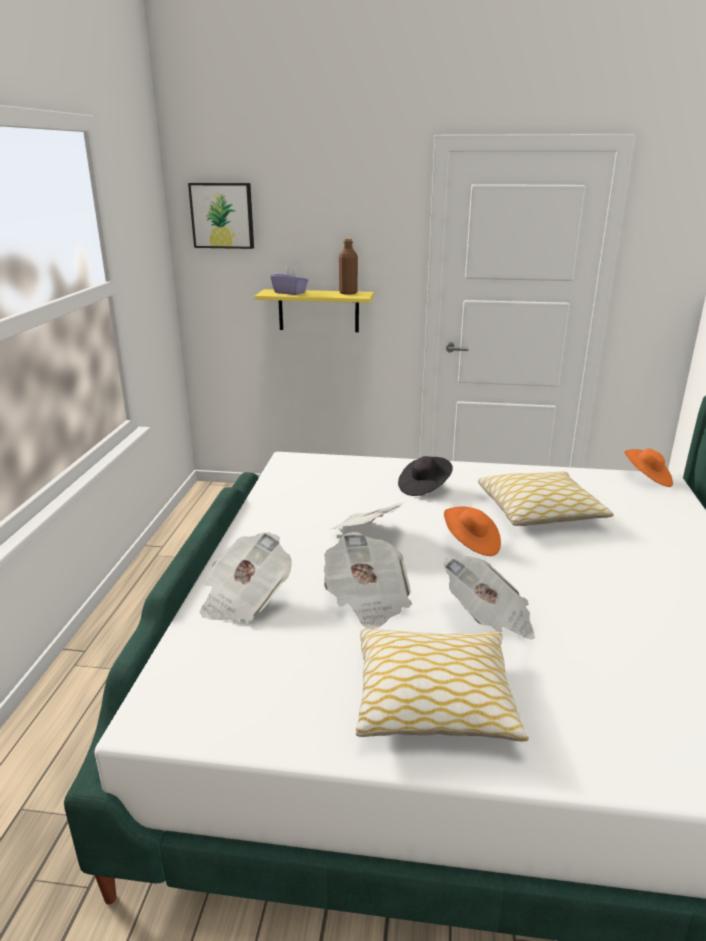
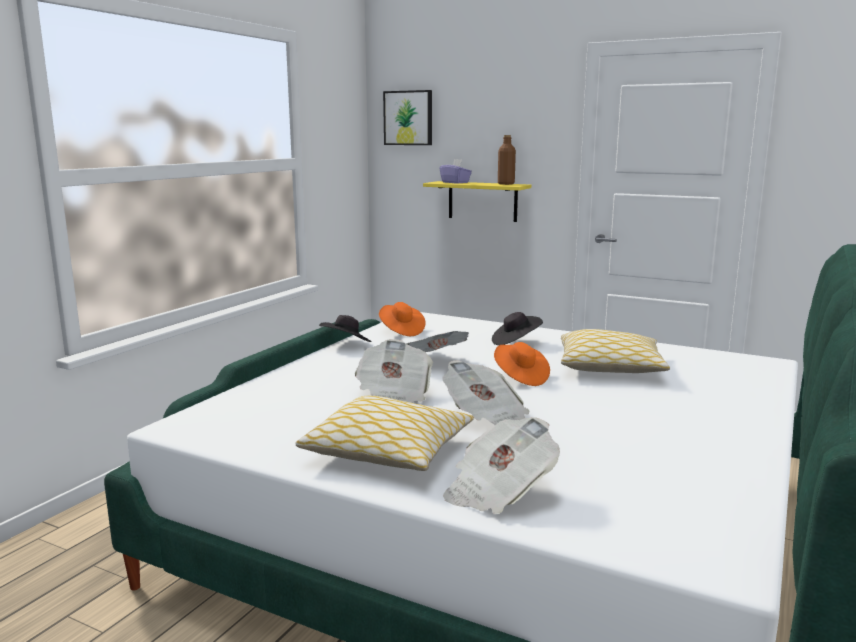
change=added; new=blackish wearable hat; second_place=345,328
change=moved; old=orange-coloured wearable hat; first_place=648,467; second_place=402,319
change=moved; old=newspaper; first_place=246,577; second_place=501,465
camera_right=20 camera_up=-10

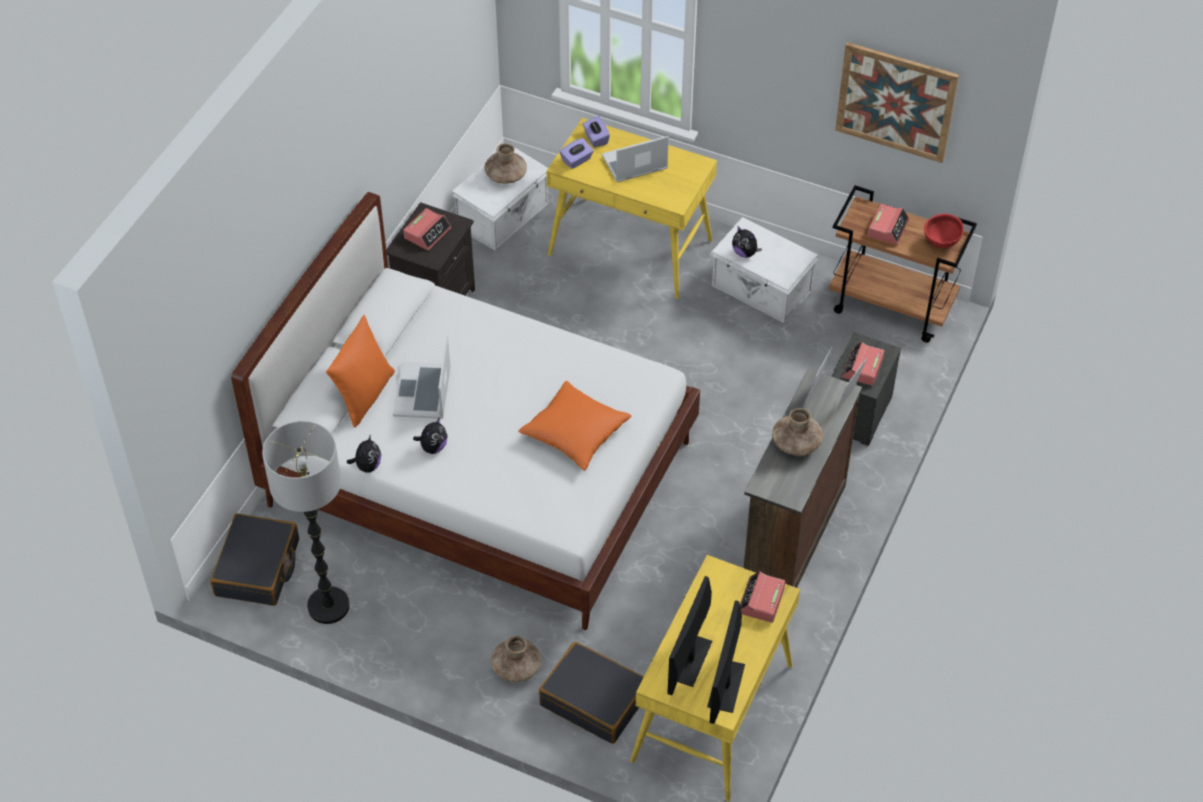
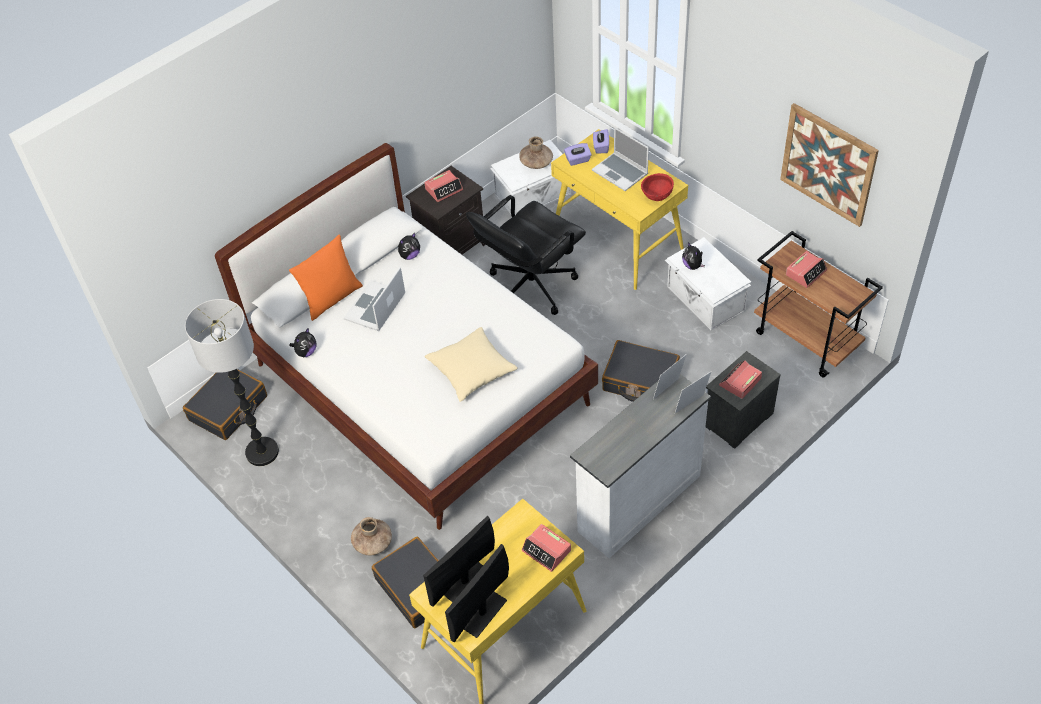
change=moved; old=cuddly toy; first_place=430,436; second_place=409,246
change=recoloured; old=orange-coloured throw pillow; new=beige throw pillow; first_place=574,426; second_place=471,364
change=added; new=blackish desk chair; second_place=526,255
change=turned; old=table clock; first_place=762,597; second_place=546,548; degrees=-90
change=recoloured; old=brown-coloured chest of drawers; new=white chest of drawers; first_place=803,478; second_place=640,466
change=turned; old=laptop; first_place=635,159; second_place=620,159; degrees=-135
change=added; new=blackish travel case; second_place=641,371
change=moved; old=reddish deep dish; first_place=944,230; second_place=657,187
change=removed; old=brown-coloured flower vase; first_place=797,432
camera_right=25 camera_up=0

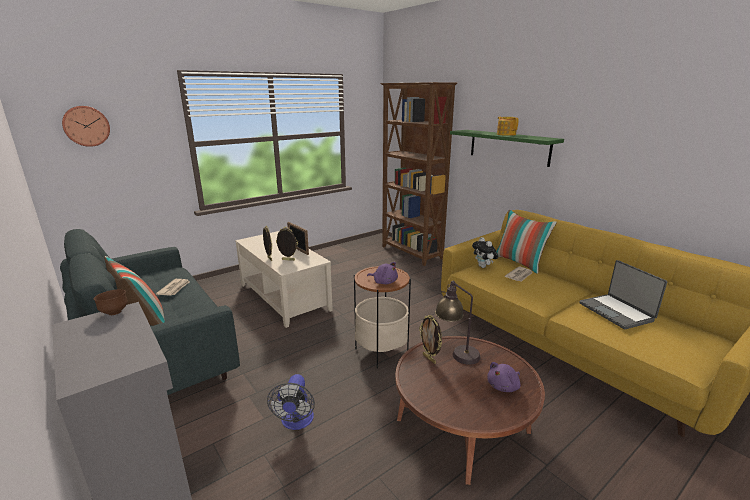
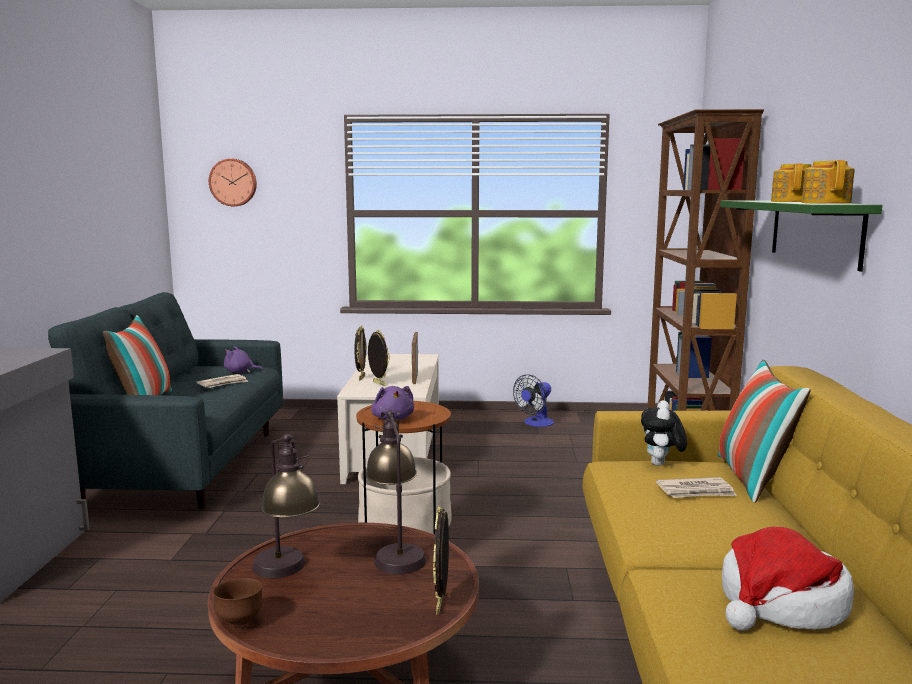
change=moved; old=brown-coloured deep dish; first_place=111,302; second_place=238,602
change=moved; old=purple-coloured cuddly toy; first_place=504,377; second_place=243,359
change=added; new=table lamp; second_place=286,505
change=moved; old=picture frame; first_place=430,339; second_place=441,560
change=moved; old=electric fan; first_place=291,402; second_place=533,400
change=replaced; old=laptop; new=wearable hat; first_place=623,294; second_place=788,579
change=added; new=tea pot; second_place=828,182
camera_right=40 camera_up=-10

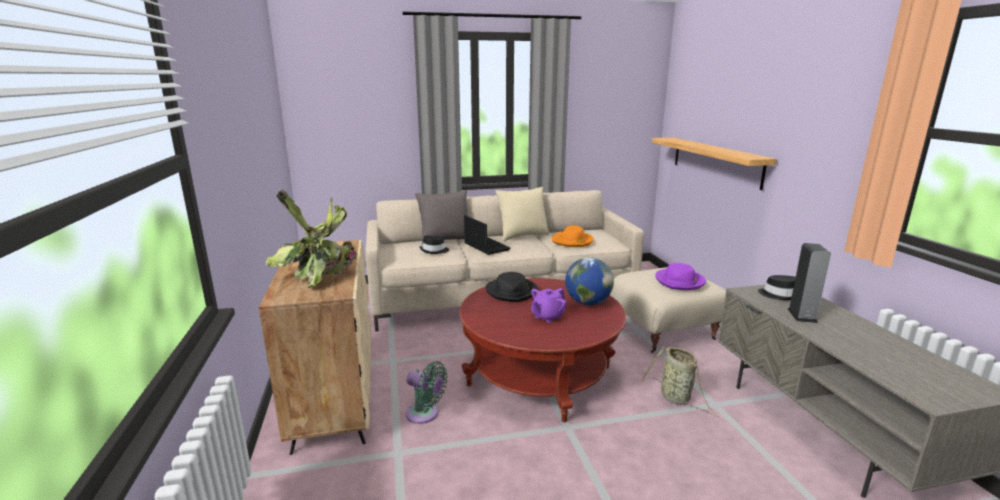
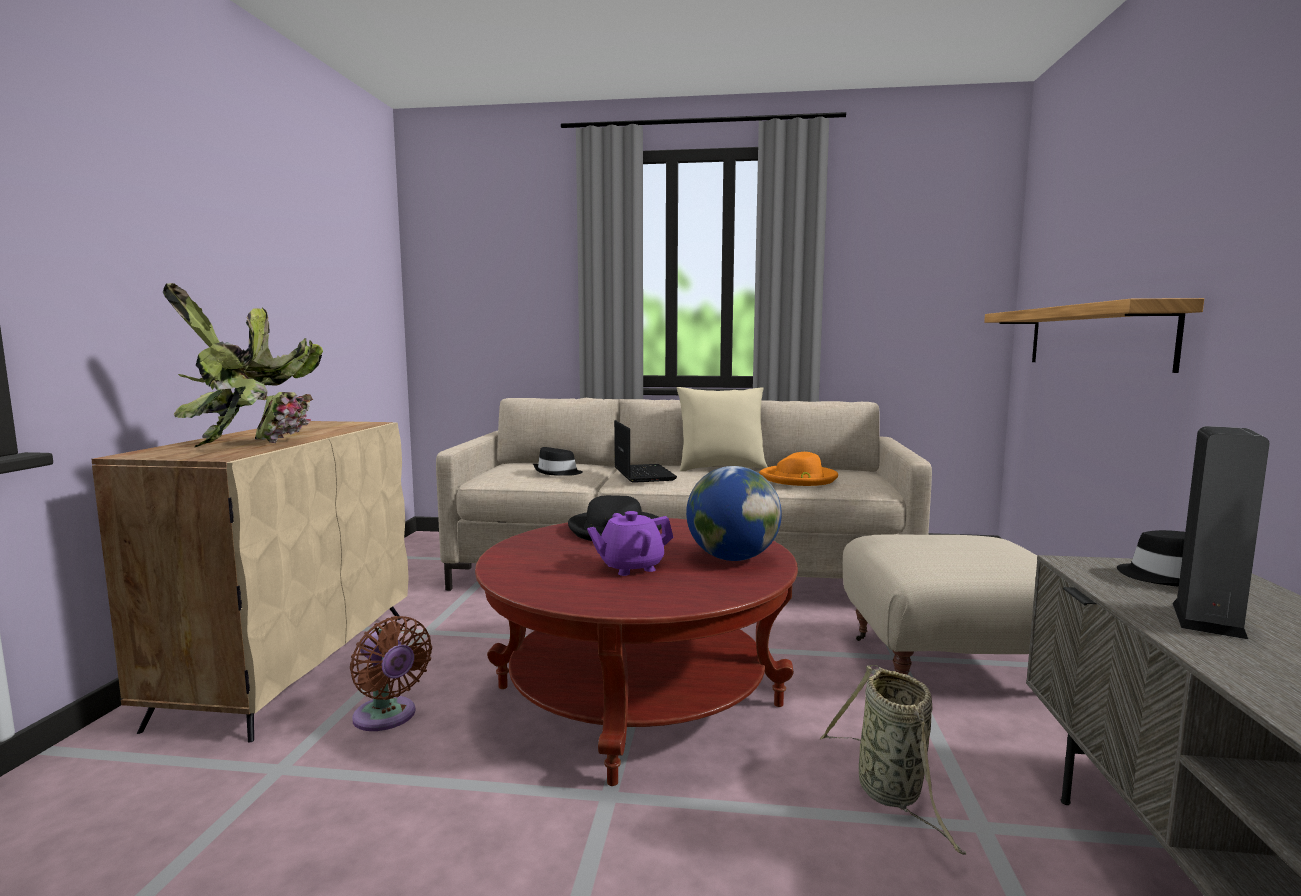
change=recoloured; old=green-coloured electric fan; new=brown-coloured electric fan; first_place=426,392; second_place=391,673
change=removed; old=gray throw pillow; first_place=441,218
change=removed; old=purple-coloured wearable hat; first_place=680,276
camera_right=20 camera_up=-10

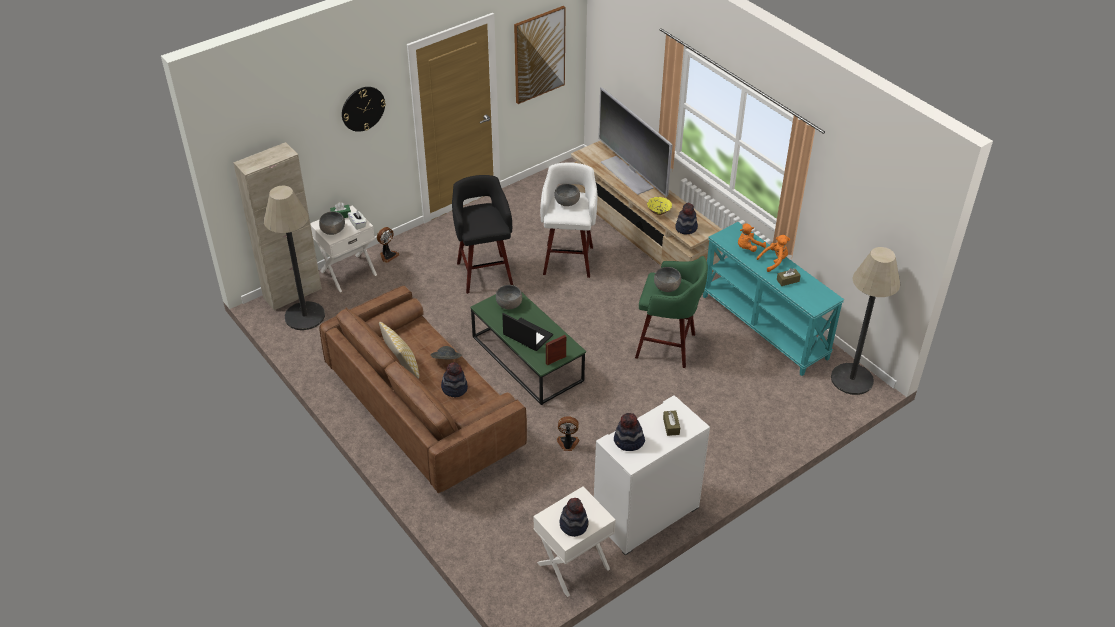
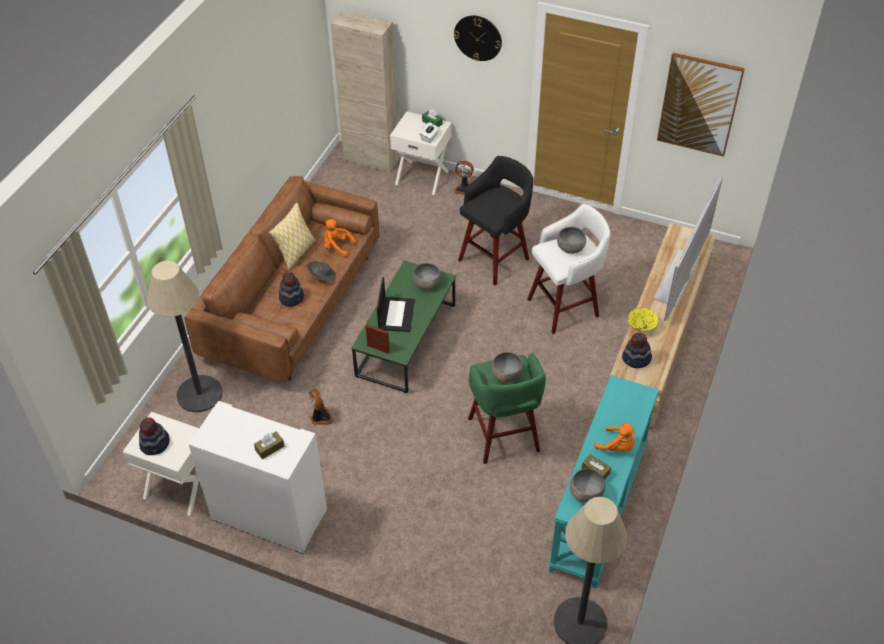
change=moved; old=floor lamp; first_place=294,258; second_place=185,336
change=moved; old=orange-coloured cuddly toy; first_place=752,237; second_place=340,238
change=moved; old=gray deep dish; first_place=332,223; second_place=587,486
change=removed; old=wearable hat; first_place=629,432
camera_right=60 camera_up=5

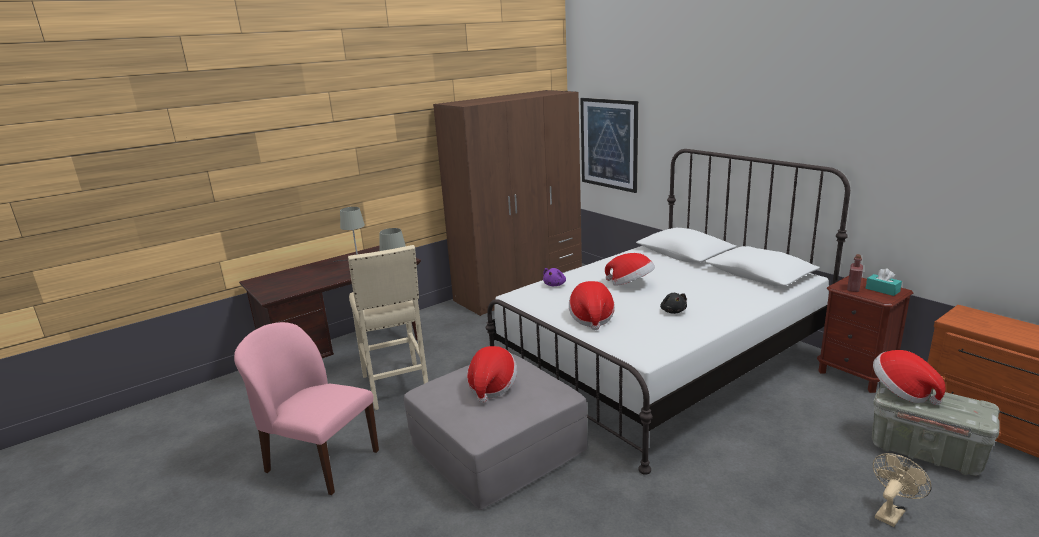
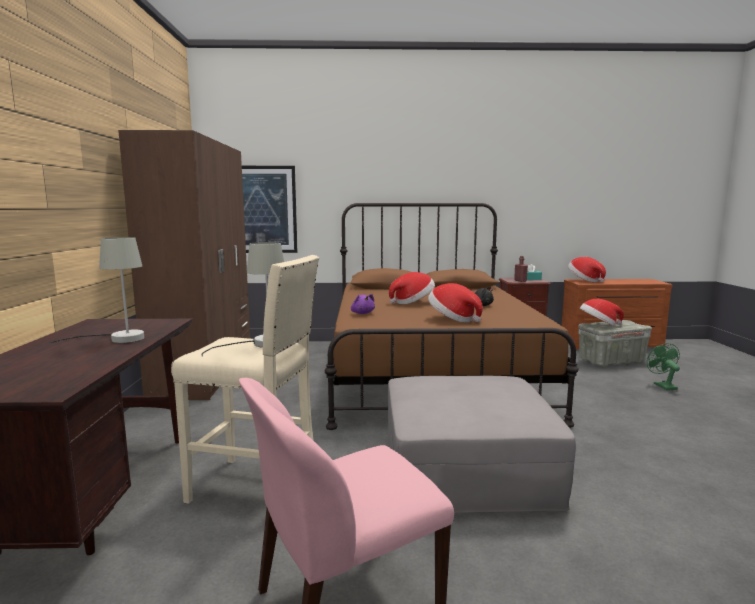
change=recoloured; old=white bed; new=brown-coloured bed; first_place=668,312; second_place=452,316
change=moved; old=wearable hat; first_place=492,374; second_place=587,269
change=recoloured; old=beige electric fan; new=green-coloured electric fan; first_place=902,490; second_place=663,366
camera_right=-55 camera_up=-10

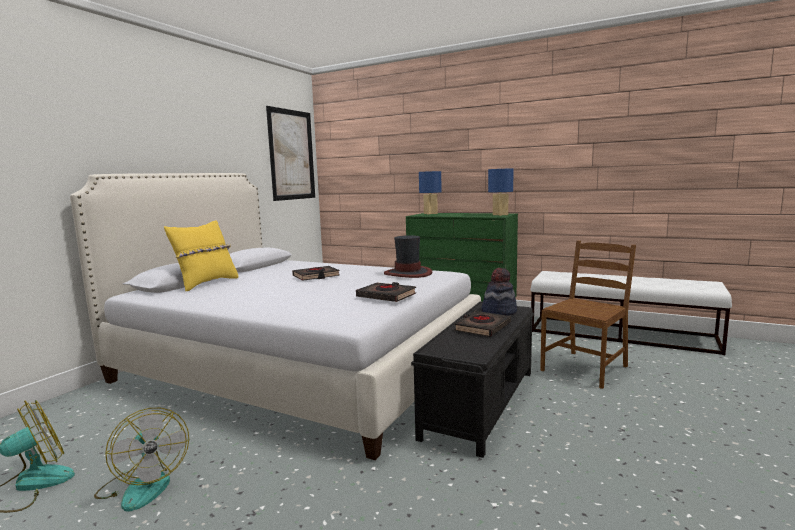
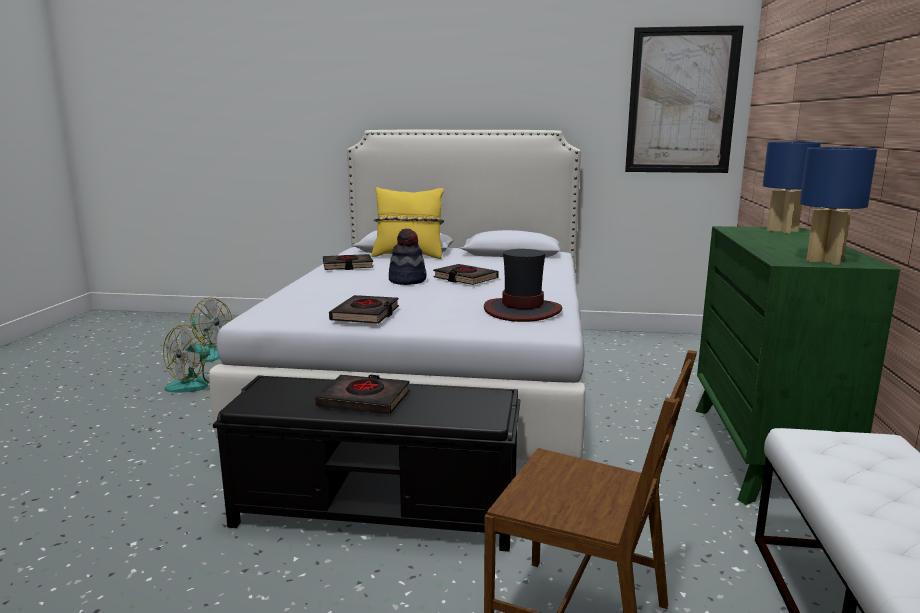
change=added; new=blackish bound book; second_place=348,262
change=moved; old=wearable hat; first_place=499,292; second_place=408,257
camera_right=70 camera_up=5

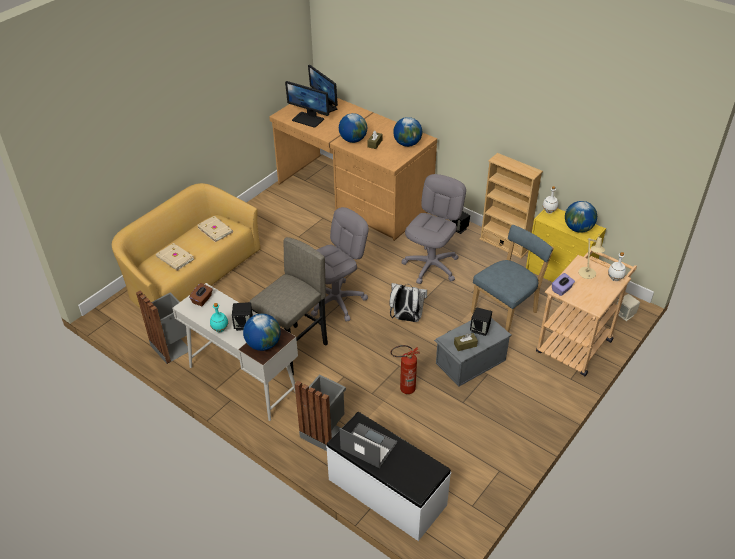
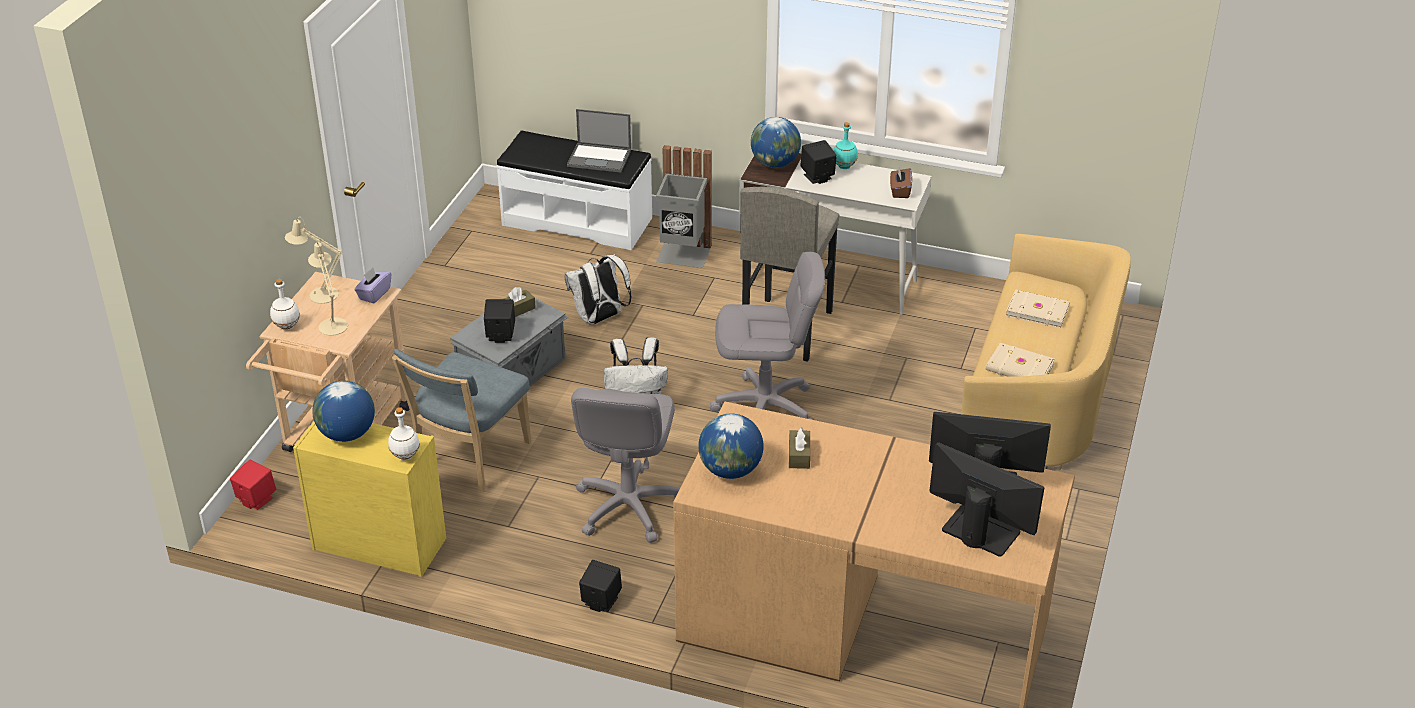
change=recoloured; old=beige audio speaker; new=reddish audio speaker; first_place=628,307; second_place=253,485
change=added; new=beige table lamp; second_place=313,260
change=replaced; old=extinguisher; new=white knapsack; first_place=405,369; second_place=598,289
change=turned; old=gray desk chair; first_place=340,264; second_place=767,336; degrees=-120
change=removed; old=gray rubbish bin; first_place=162,327
change=removed; old=globe; first_place=353,128
change=removed; old=beige bookshelf; first_place=511,205
camera_right=160 camera_up=-5

